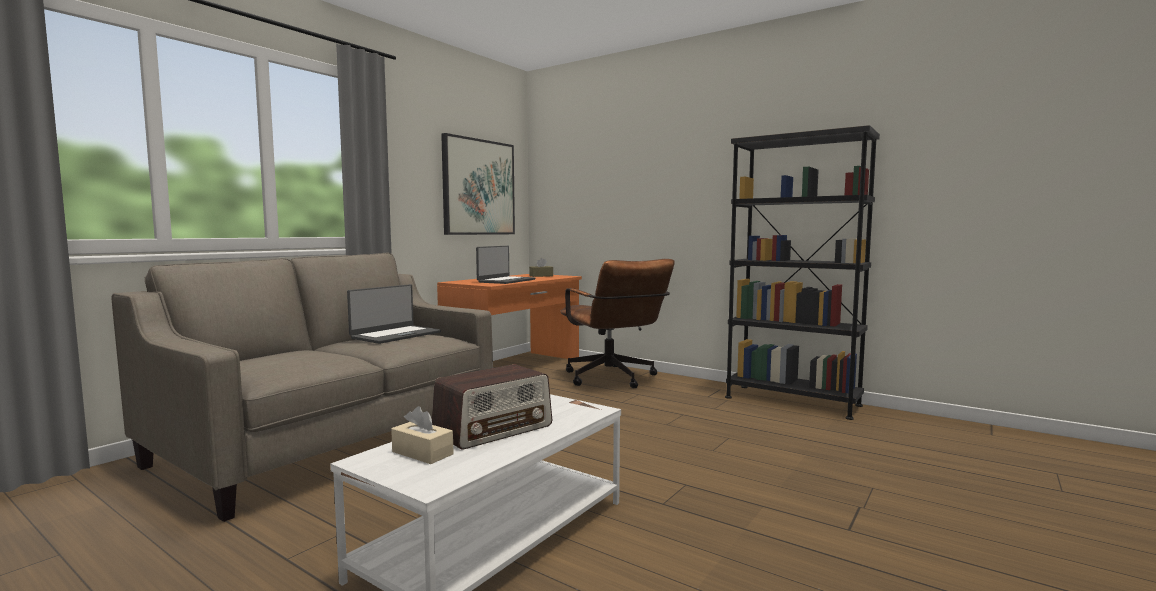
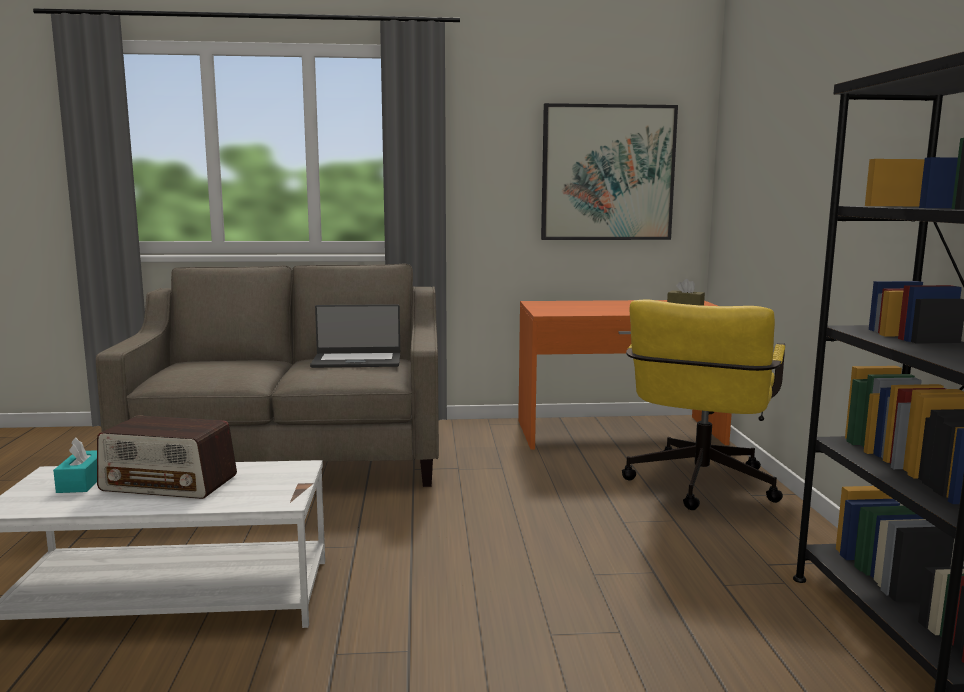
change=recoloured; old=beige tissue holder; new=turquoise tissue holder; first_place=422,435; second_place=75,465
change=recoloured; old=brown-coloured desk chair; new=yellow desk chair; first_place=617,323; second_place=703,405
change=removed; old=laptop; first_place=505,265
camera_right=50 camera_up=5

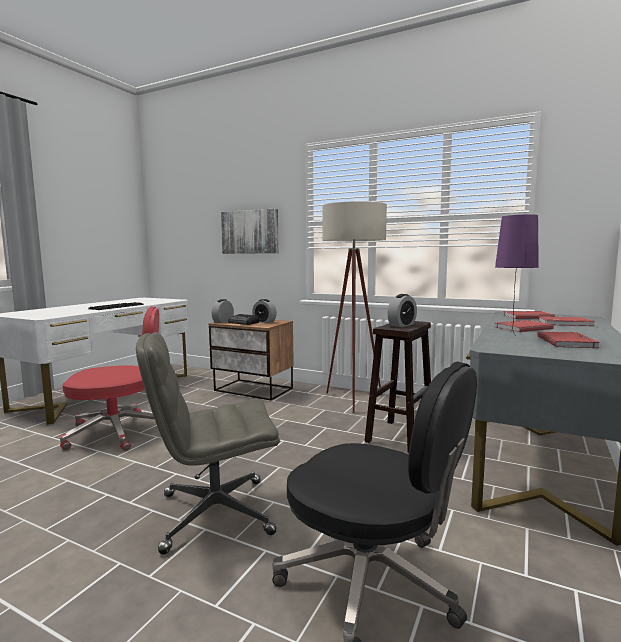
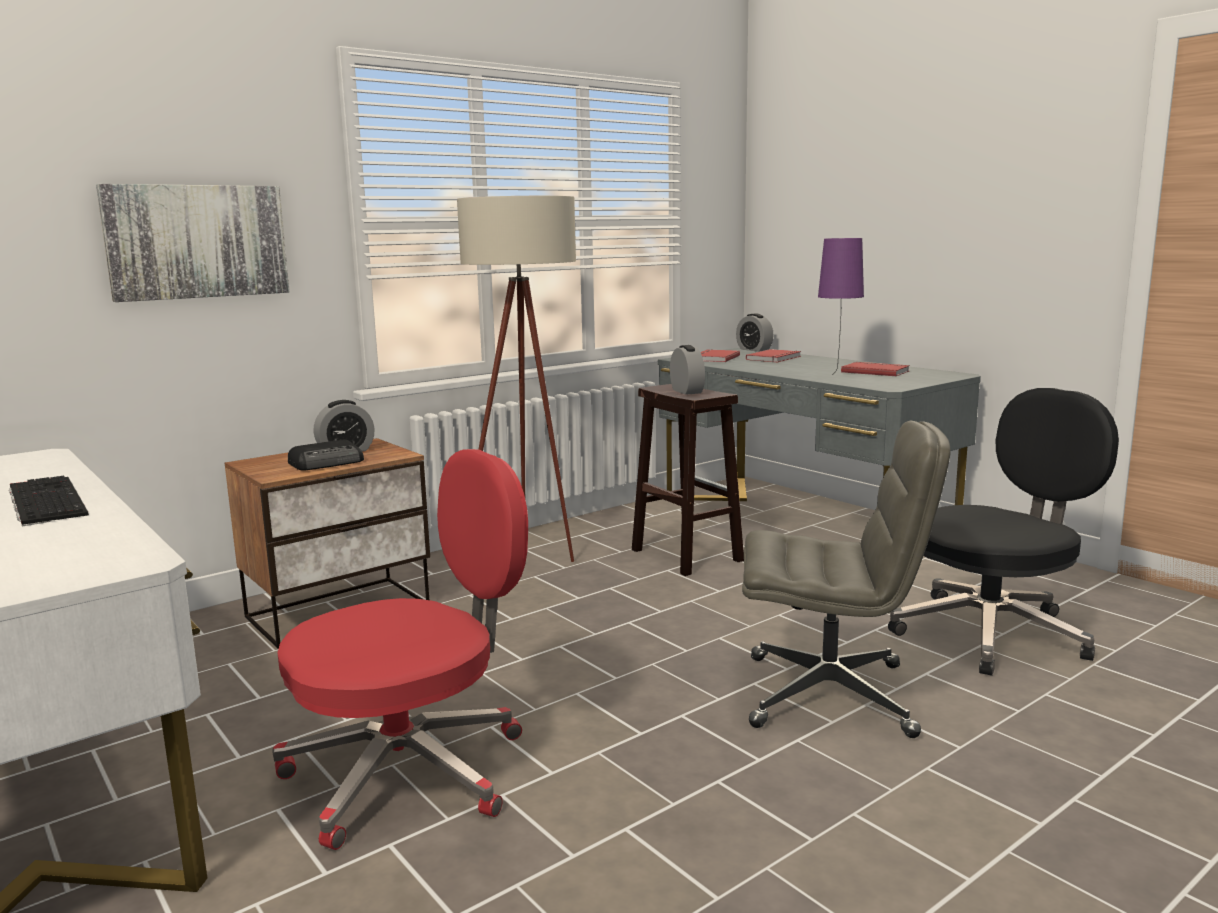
change=turned; old=reddish desk chair; first_place=109,379; second_place=400,649; degrees=45
change=moved; old=table clock; first_place=222,311; second_place=755,332
change=turned; old=gray desk chair; first_place=208,443; second_place=846,579; degrees=-90
change=removed; old=reddish bound book; first_place=524,326
camera_right=-65 camera_up=5

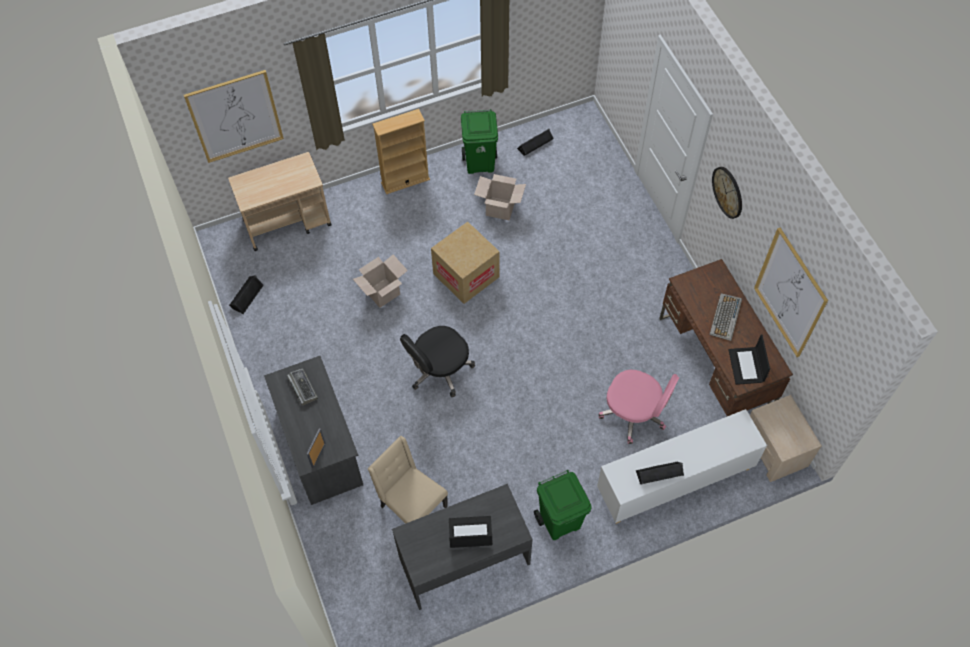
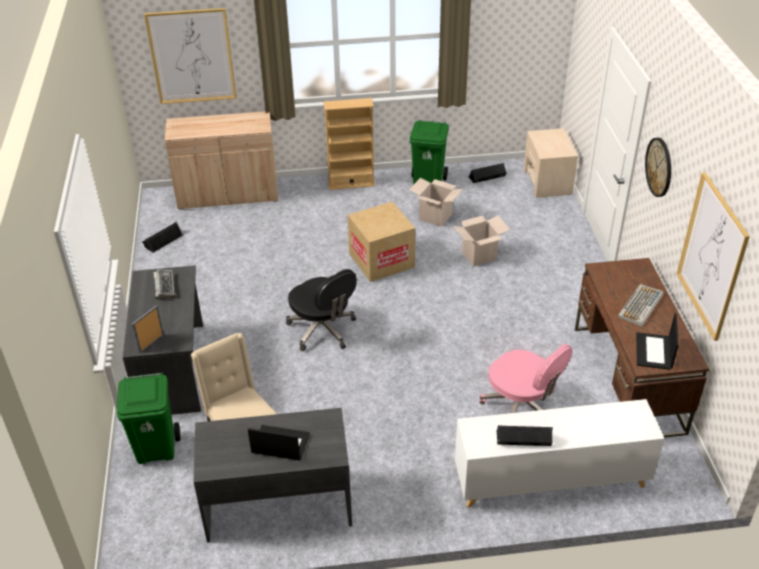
change=moved; old=green-coloured rubbish bin; first_place=563,505; second_place=148,418
change=replaced; old=beige trolley; new=beige cabinet; first_place=280,201; second_place=221,160
change=turned; old=blackish desk chair; first_place=437,361; second_place=321,310; degrees=-105
change=moved; old=packing box; first_place=380,281; second_place=481,241
change=moved; old=beige nightstand; first_place=786,438; second_place=550,163
camera_right=15 camera_up=-20

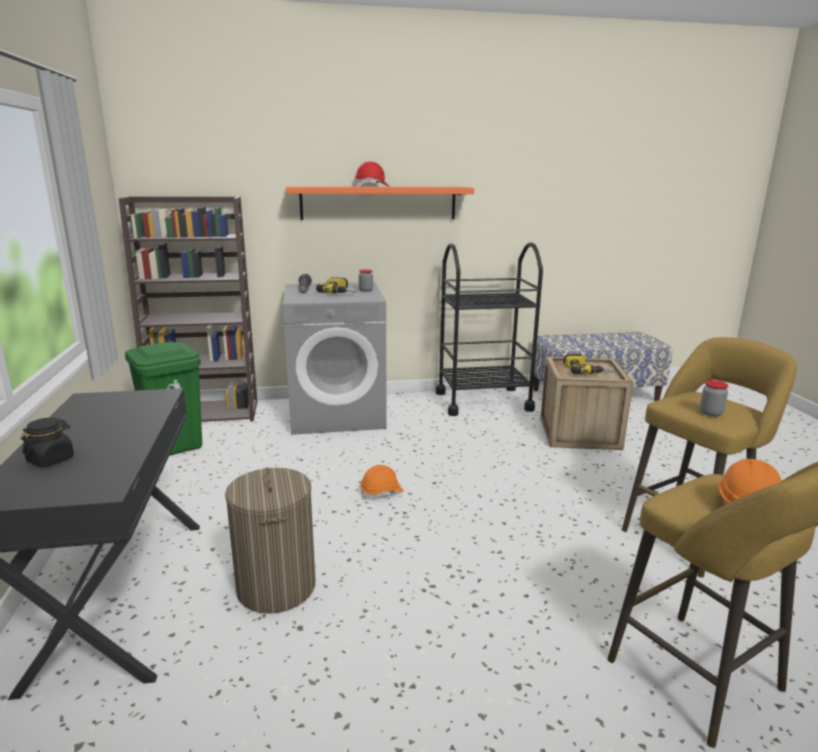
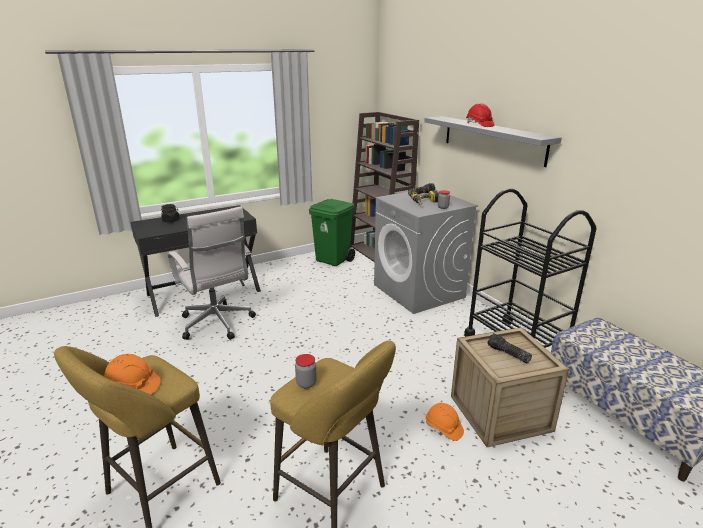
change=replaced; old=washing basket; new=white desk chair; first_place=270,541; second_place=212,273
change=recoloured; old=orange-coloured wall shelf; new=gray wall shelf; first_place=380,203; second_place=493,141
change=moved; old=orange-coloured work helmet; first_place=382,482; second_place=445,422
change=replaced; old=power drill; new=torch; first_place=588,364; second_place=509,348
camera_right=70 camera_up=5

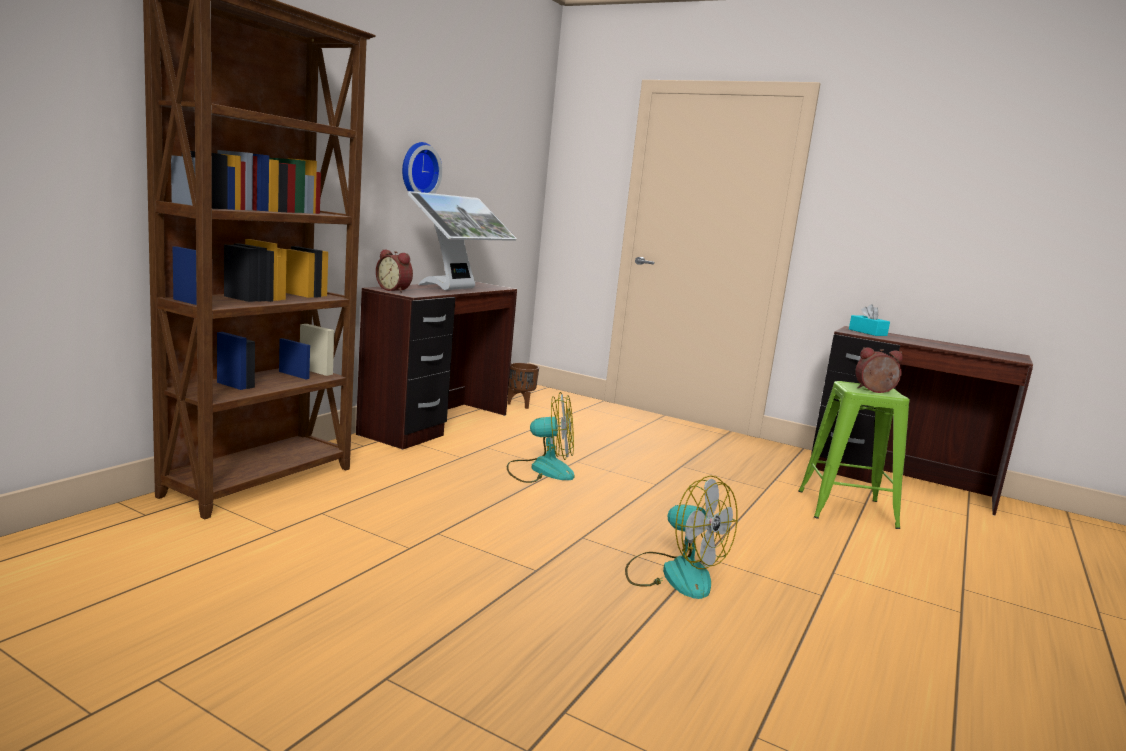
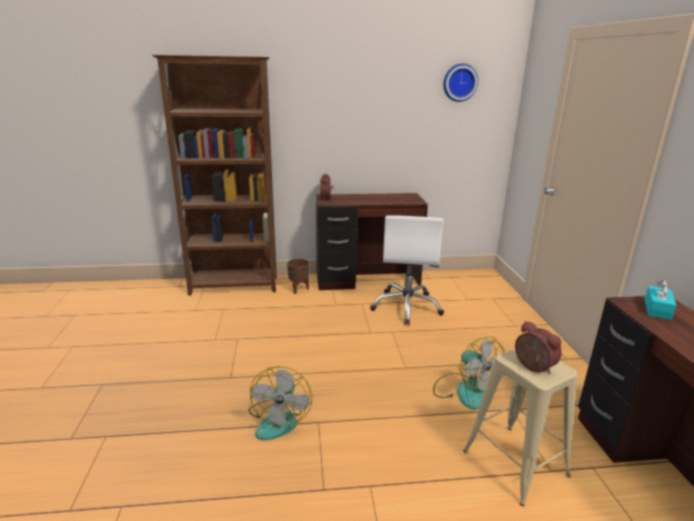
change=moved; old=brown-coloured planter; first_place=523,386; second_place=298,276
change=added; new=white desk chair; second_place=407,270
change=moved; old=electric fan; first_place=541,437; second_place=469,373
change=moved; old=clock on the wall; first_place=422,168; second_place=460,83
change=recoloured; old=green-coloured stool; new=beige stool; first_place=854,455; second_place=520,427
change=removed; old=computer display; first_place=462,240
camera_right=55 camera_up=10

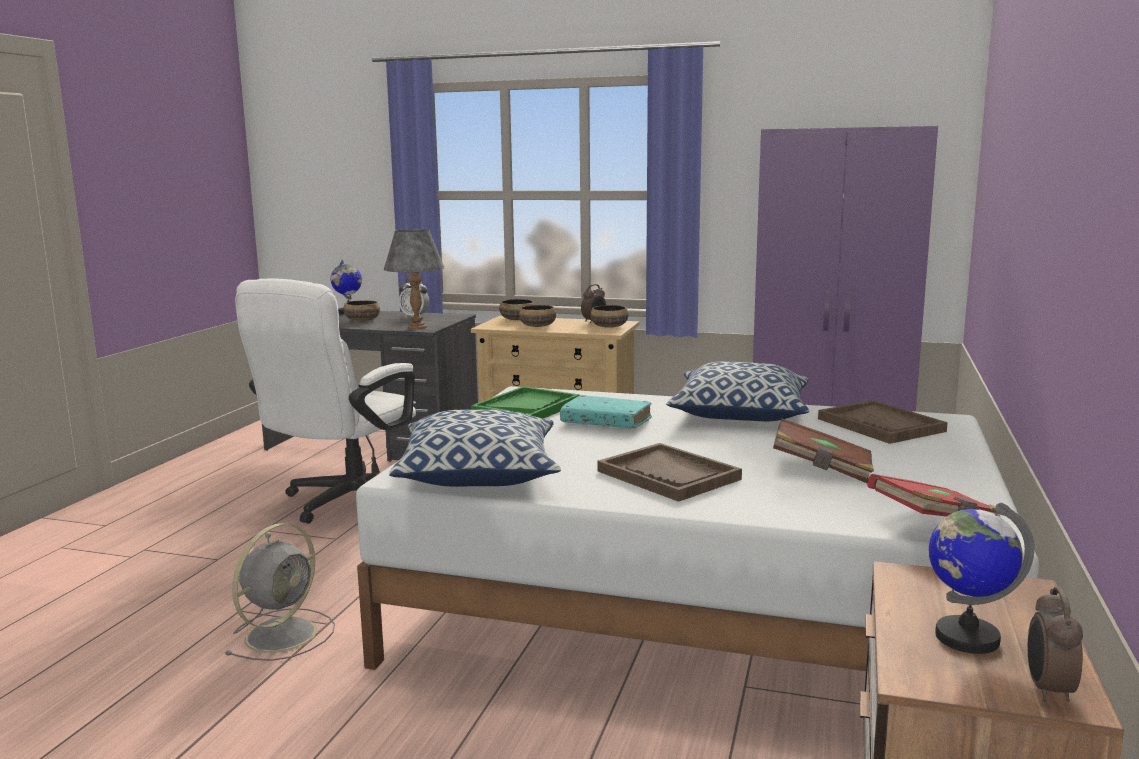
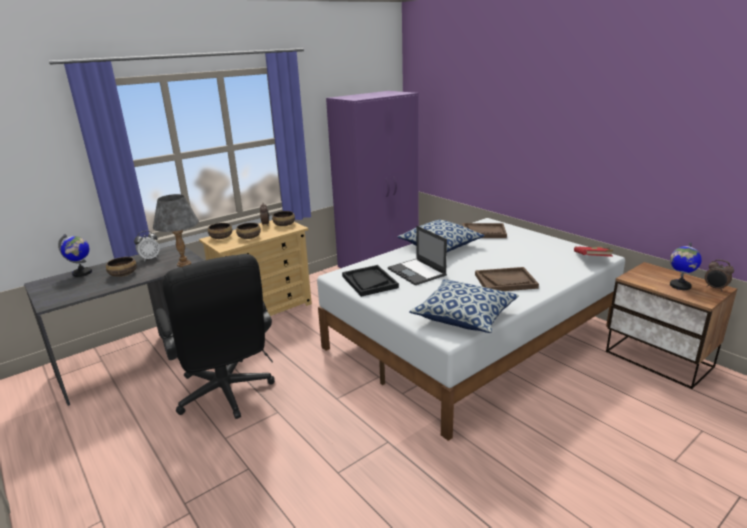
change=recoloured; old=white desk chair; new=blackish desk chair; first_place=325,401; second_place=215,336
change=recoloured; old=green-coloured serving tray; new=blackish serving tray; first_place=525,402; second_place=370,281
change=replaced; old=turquoise bound book; new=laptop; first_place=606,412; second_place=417,255
change=removed; old=gray electric fan; first_place=279,592
change=removed; old=brown-coloured bound book; first_place=823,451
camera_right=-55 camera_up=10

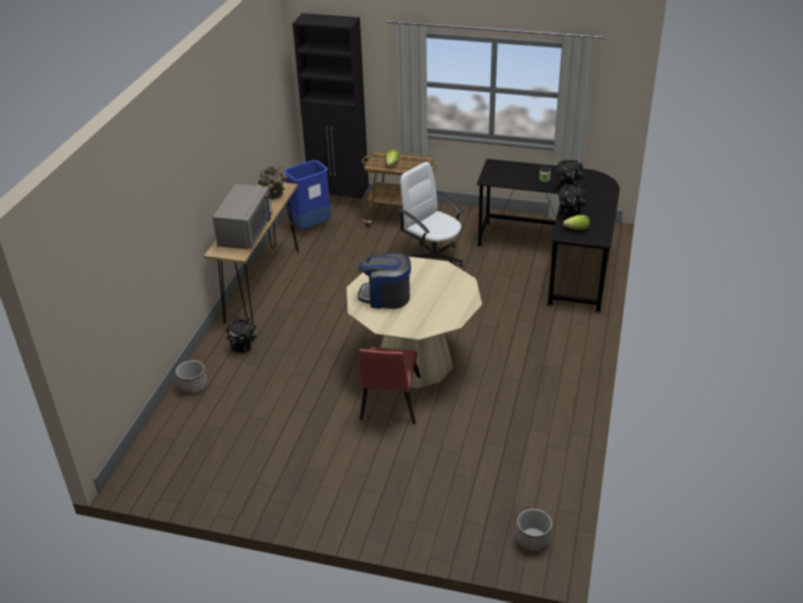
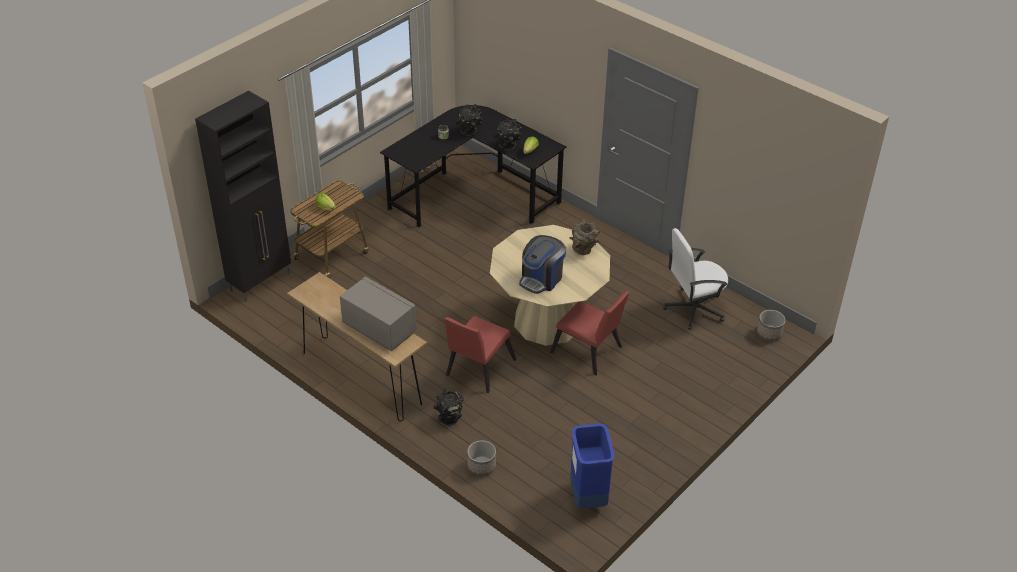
change=added; new=reddish plain chair; second_place=481,354
change=moved; old=brown-coloured flower vase; first_place=273,182; second_place=584,237
change=moved; old=bluish rubbish bin; first_place=307,194; second_place=592,466
change=moved; old=white desk chair; first_place=431,214; second_place=695,279
camera_right=-65 camera_up=5

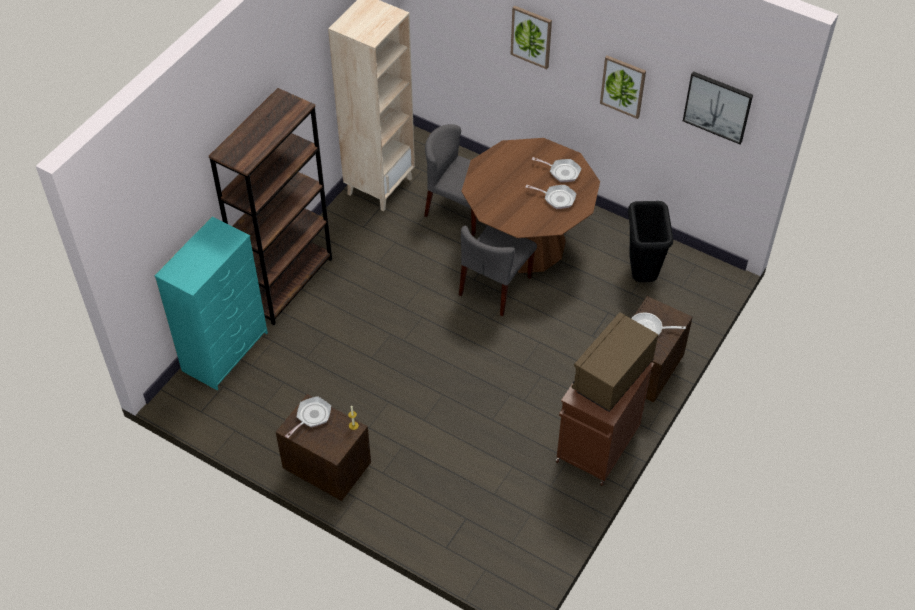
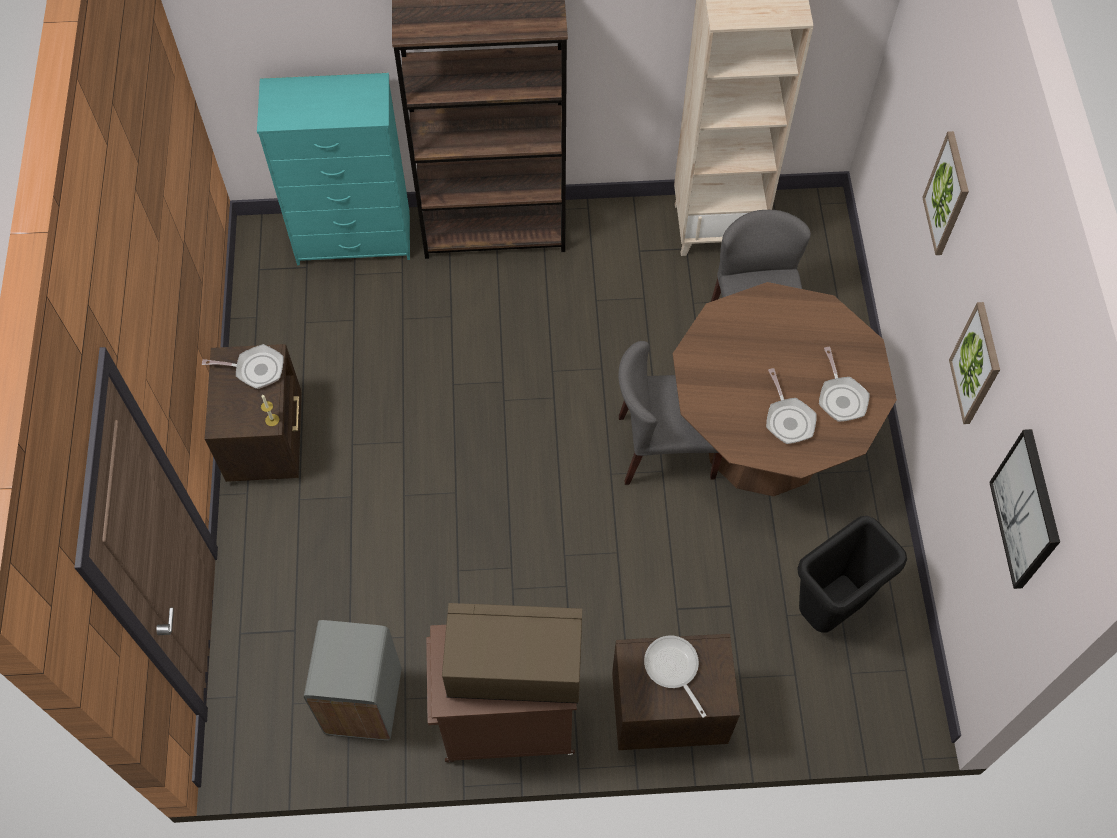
change=added; new=gray rubbish bin; second_place=353,680
camera_right=55 camera_up=10

